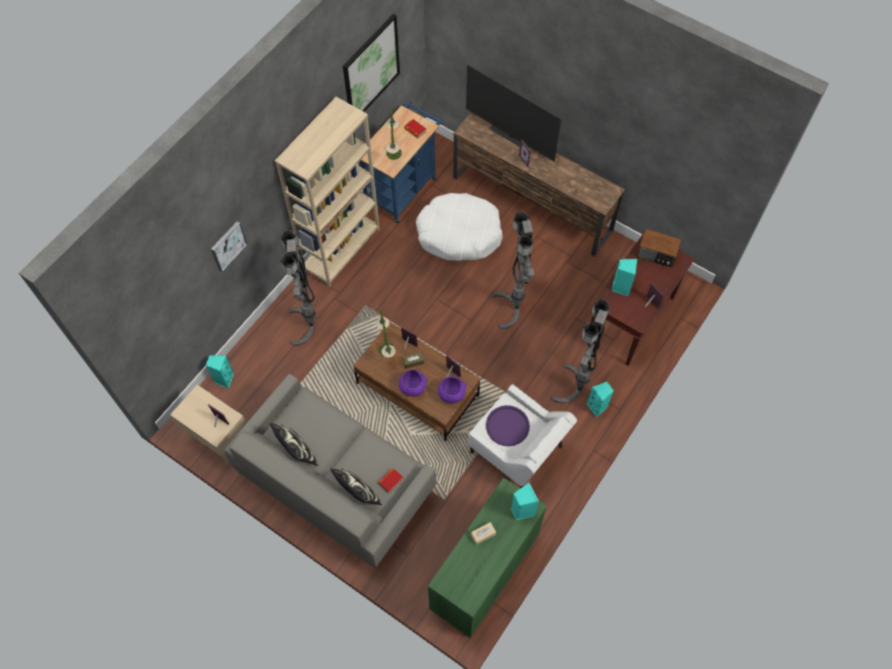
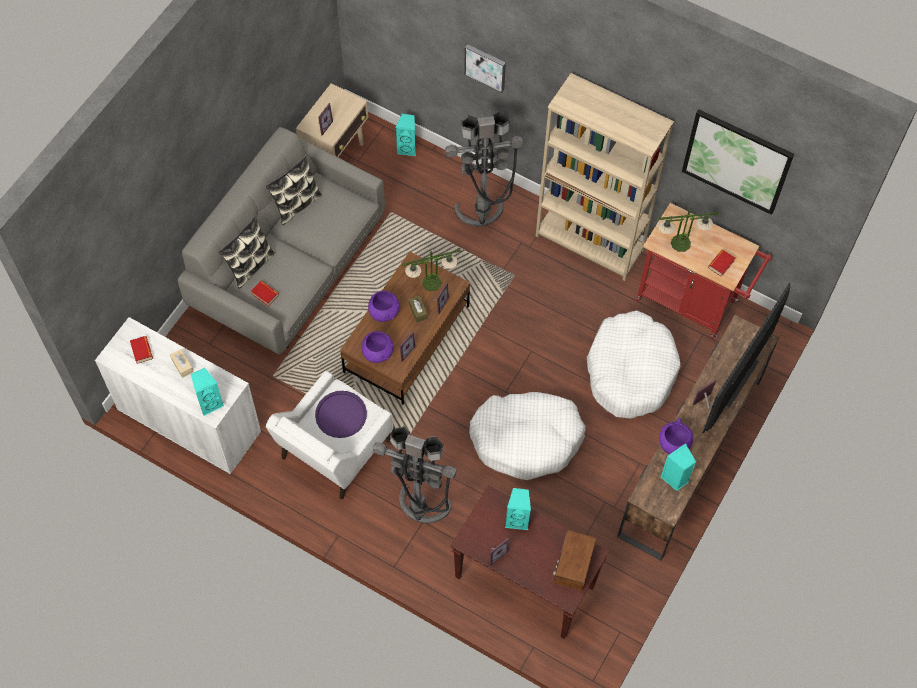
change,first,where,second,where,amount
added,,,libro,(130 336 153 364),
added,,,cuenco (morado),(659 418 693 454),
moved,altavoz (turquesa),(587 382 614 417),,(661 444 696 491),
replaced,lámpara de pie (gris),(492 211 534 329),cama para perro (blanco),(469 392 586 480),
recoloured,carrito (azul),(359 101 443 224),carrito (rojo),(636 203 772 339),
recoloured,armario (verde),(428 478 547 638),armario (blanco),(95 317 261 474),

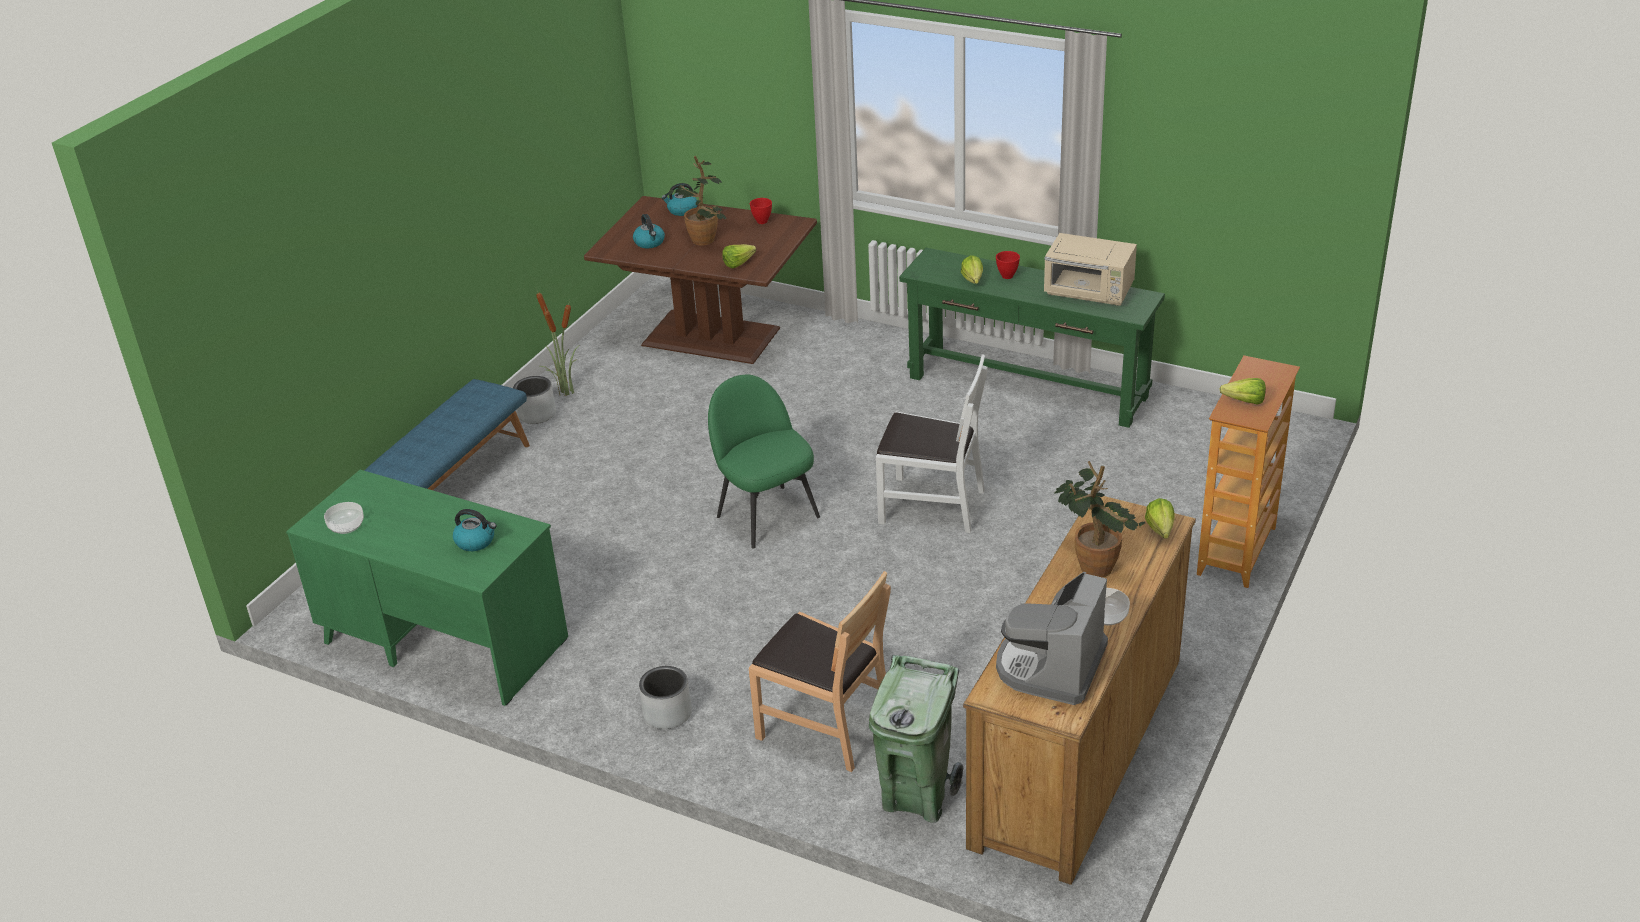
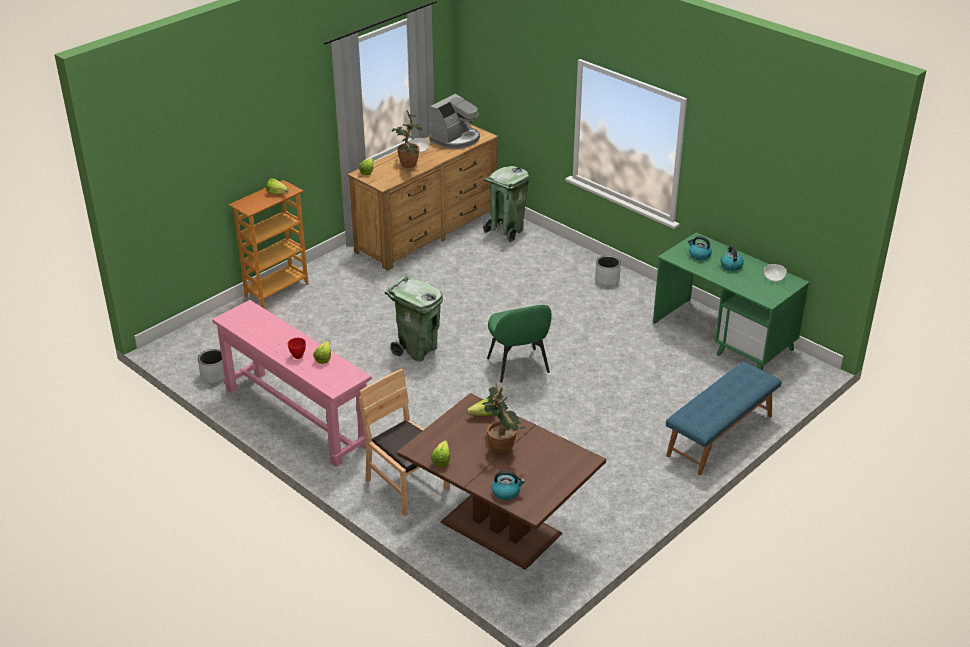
change,first,where,second,where,amount
removed,planta en maceta,(536 288 579 396),,,
removed,microondas (beis),(1044 233 1137 306),,,
moved,maceta (gris),(513 376 556 424),,(198 349 225 384),
moved,hervidor,(633 214 665 248),,(720 246 744 271),
moved,silla (marrón),(749 571 891 772),,(359 369 450 516),
replaced,cuenco (rojo),(750 198 772 224),lechuga,(431 440 450 467),
replaced,silla (blanco),(876 354 988 533),papelera (verde),(385 276 443 362),
recoloured,mesa consola (verde),(899 248 1165 428),mesa consola (rosa),(212 300 372 467),

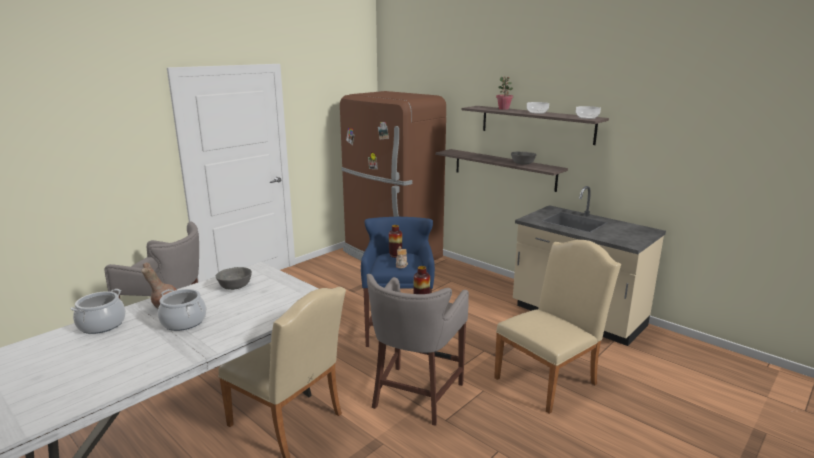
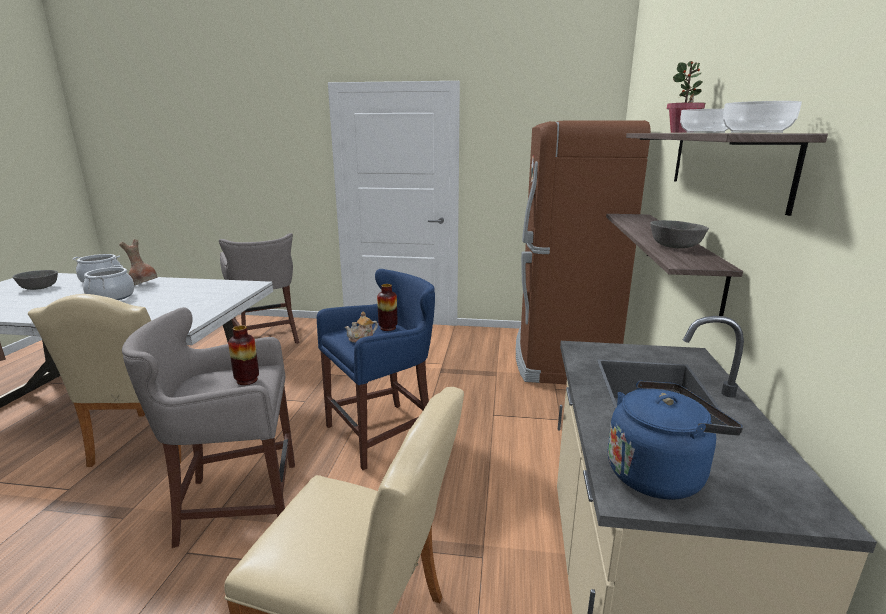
change,first,where,second,where,amount
added,,,hervidor (azul),(608 380 743 500),
moved,cuenco (gris),(216 267 252 290),,(12 270 58 290),

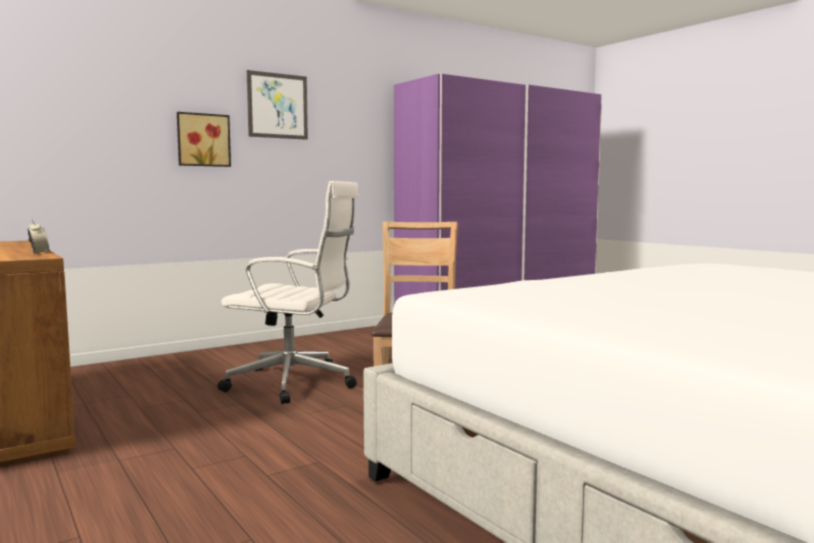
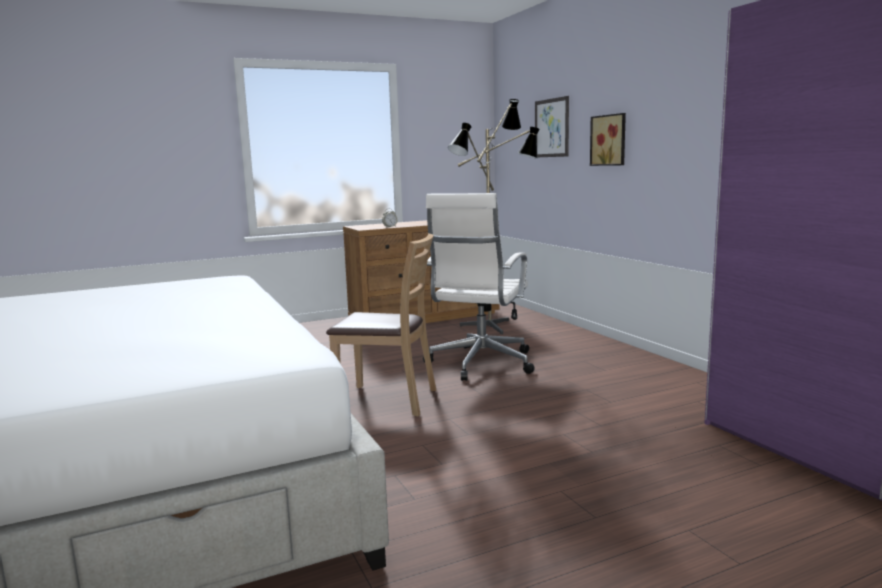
change,first,where,second,where,amount
added,,,lámpara de pie,(448 99 540 334),
moved,cuadro,(247 70 308 140),,(535 96 569 157),

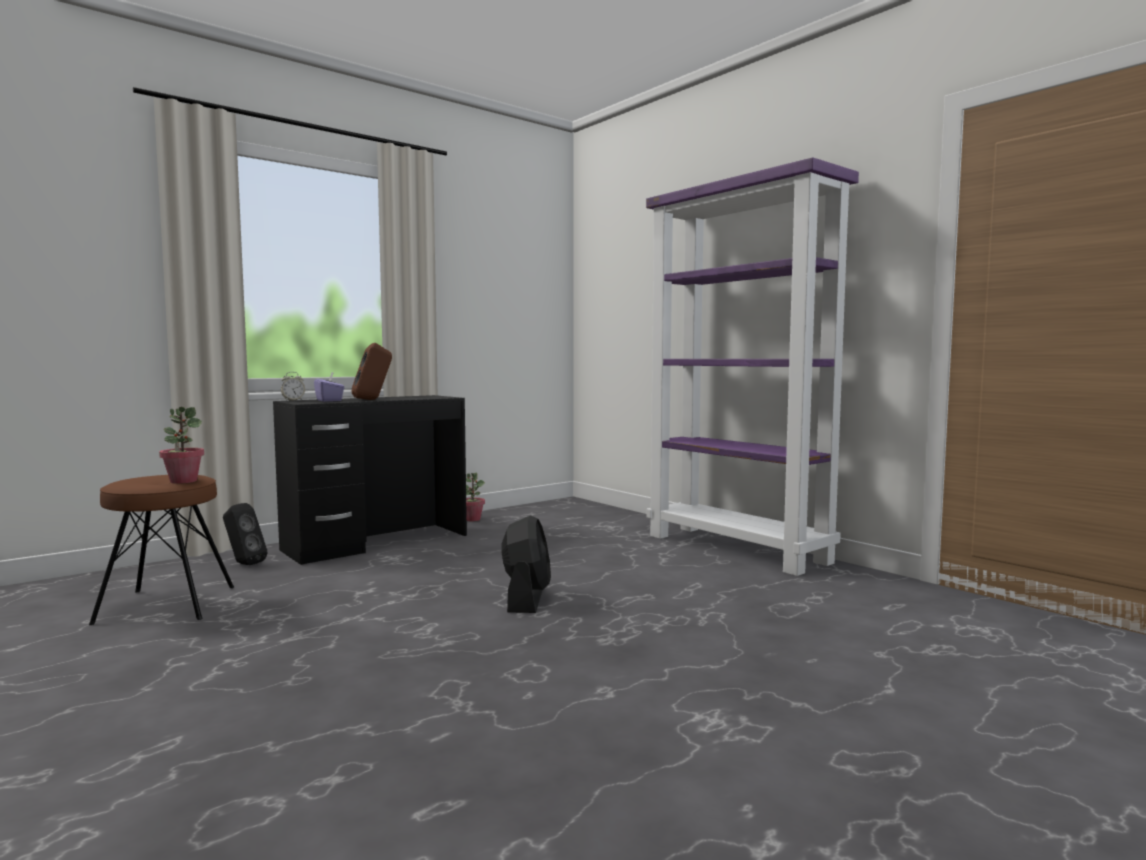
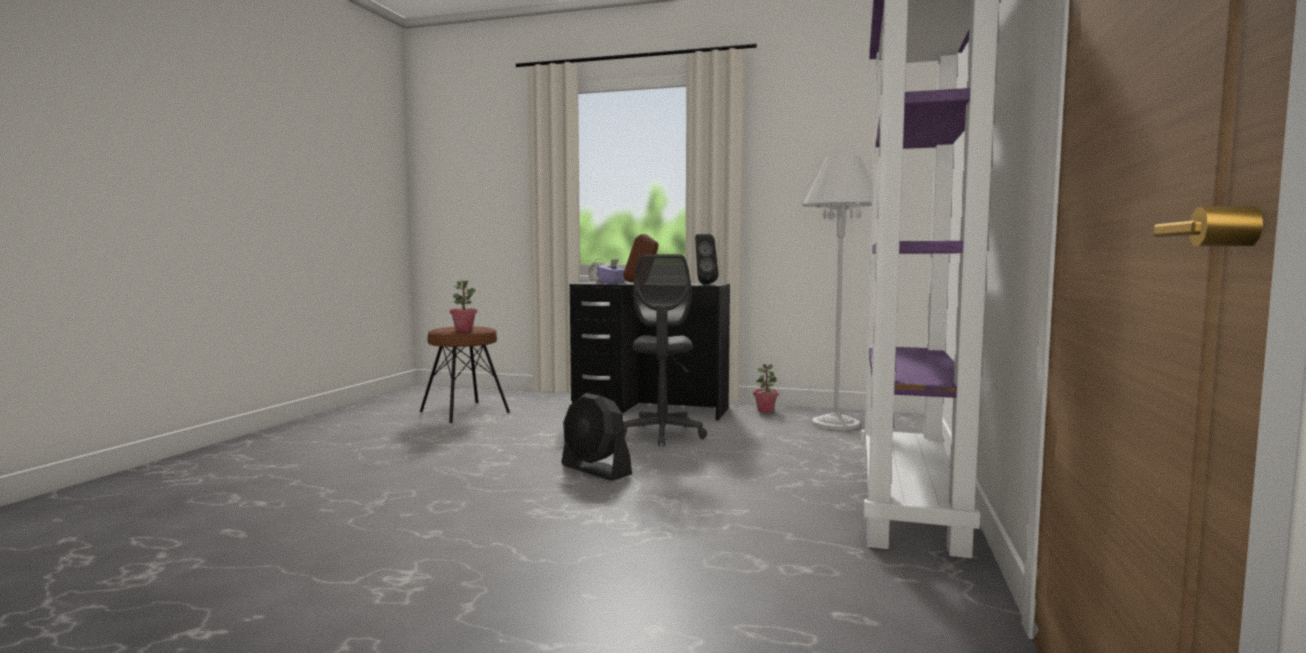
change,first,where,second,where,amount
added,,,silla de oficina (gris),(624 254 707 446),
added,,,lámpara de pie (blanco),(802 156 872 430),
moved,altavoz (negro),(223 503 268 565),,(695 234 718 285),
turned,ventilador (negro),(501 515 551 613),,(561 393 632 481),75 degrees clockwise

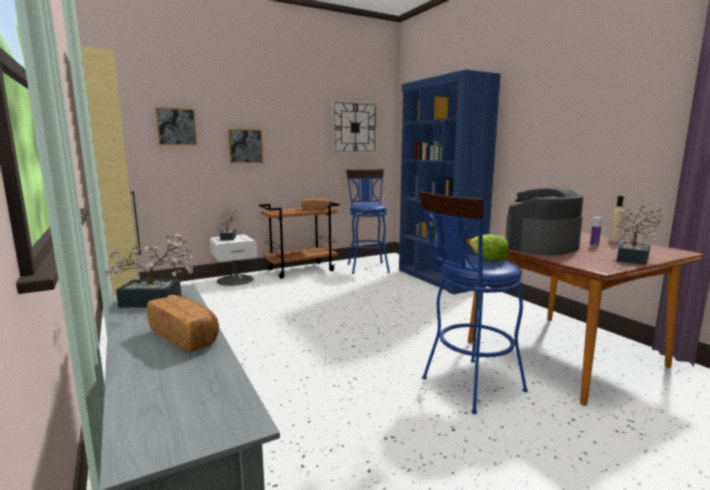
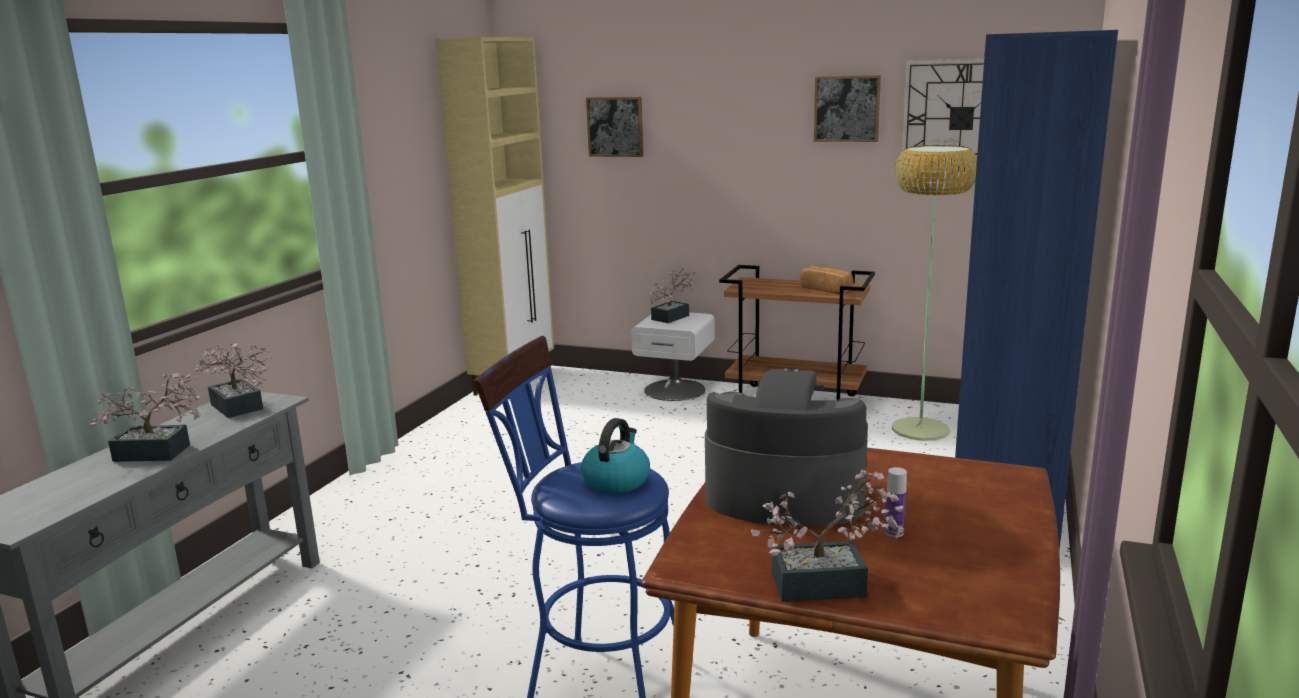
change,first,where,second,where,amount
removed,botella (beis),(609 196 624 242),,,
moved,cuadro,(228 129 263 163),,(814 75 881 142),
replaced,pan,(147 295 219 353),planta en maceta,(89 373 201 462),
replaced,taburete (azul),(346 169 390 274),lámpara de pie,(892 145 977 441),
replaced,lechuga,(469 234 509 261),hervidor,(581 418 650 493),

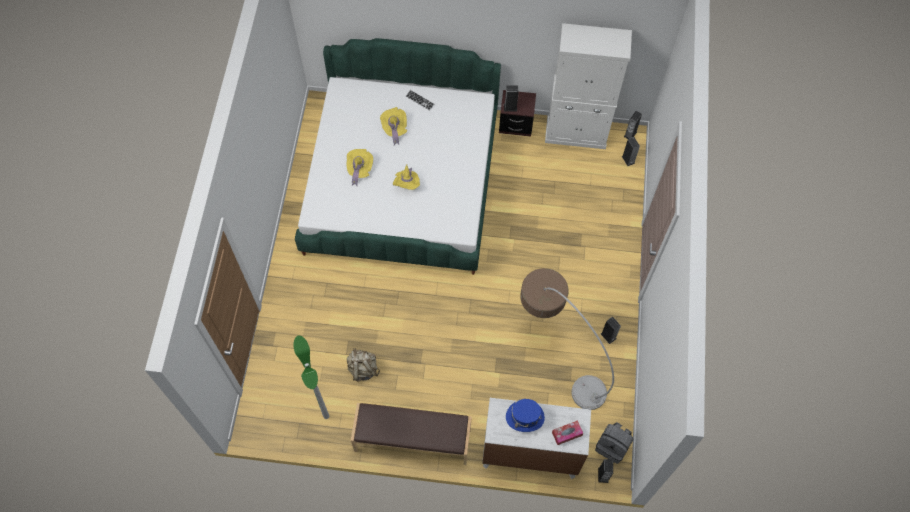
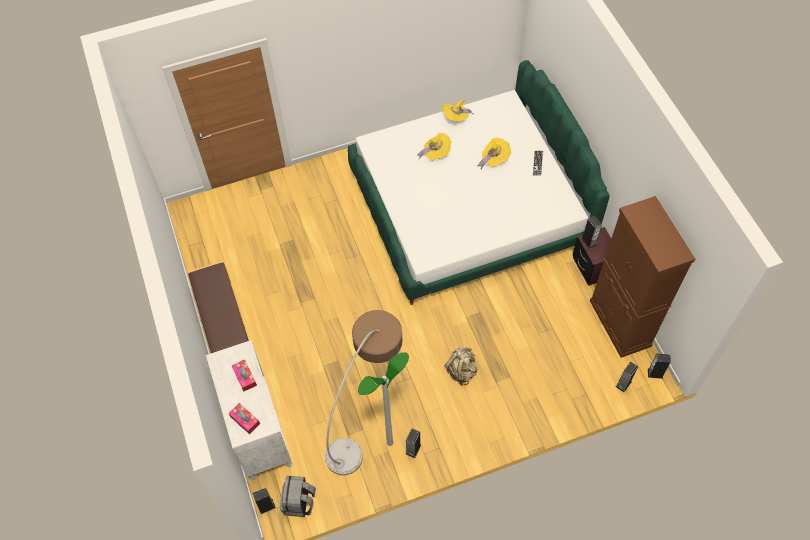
change,first,where,second,where,amount
moved,lámpara de pie,(294 335 329 419),,(358 352 409 446),
moved,mochila (beis),(347 348 380 382),,(444 347 478 385),
moved,sombrero (amarillo),(393 165 420 190),,(442 100 474 122),
replaced,sombrero (azul),(506 399 545 432),caja de pañuelos,(232 359 257 392),
recoloured,armario (blanco),(545 23 632 149),armario (marrón),(590 196 695 358),

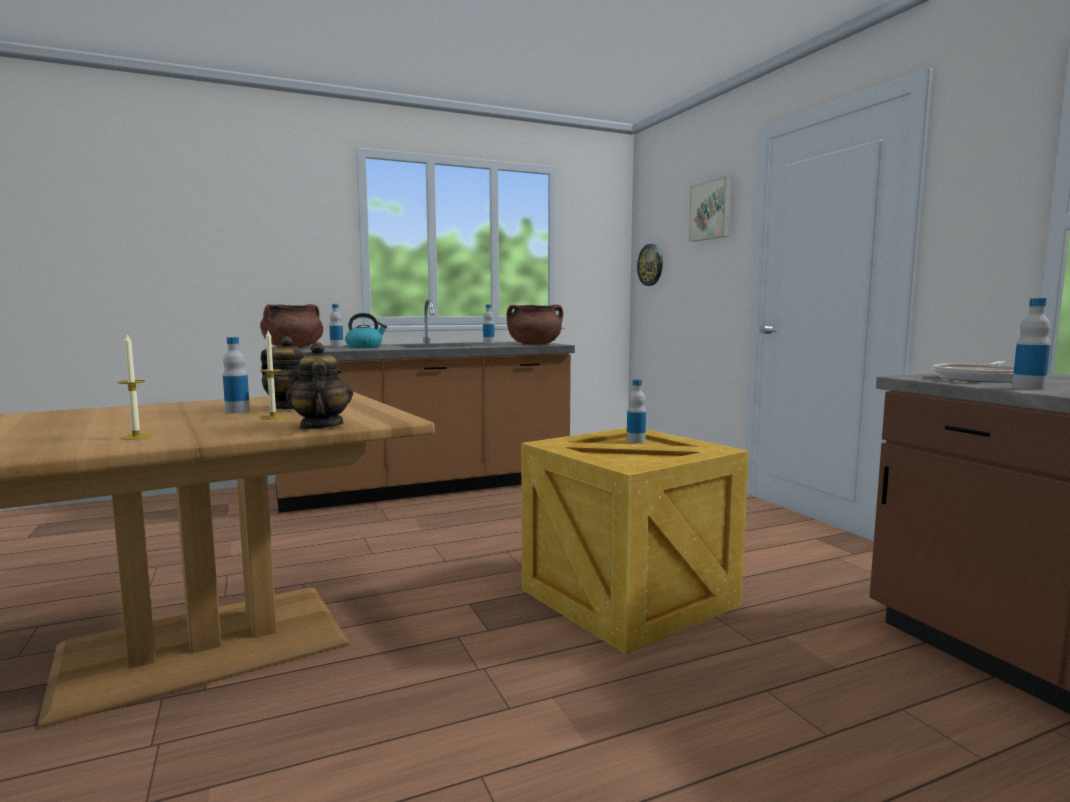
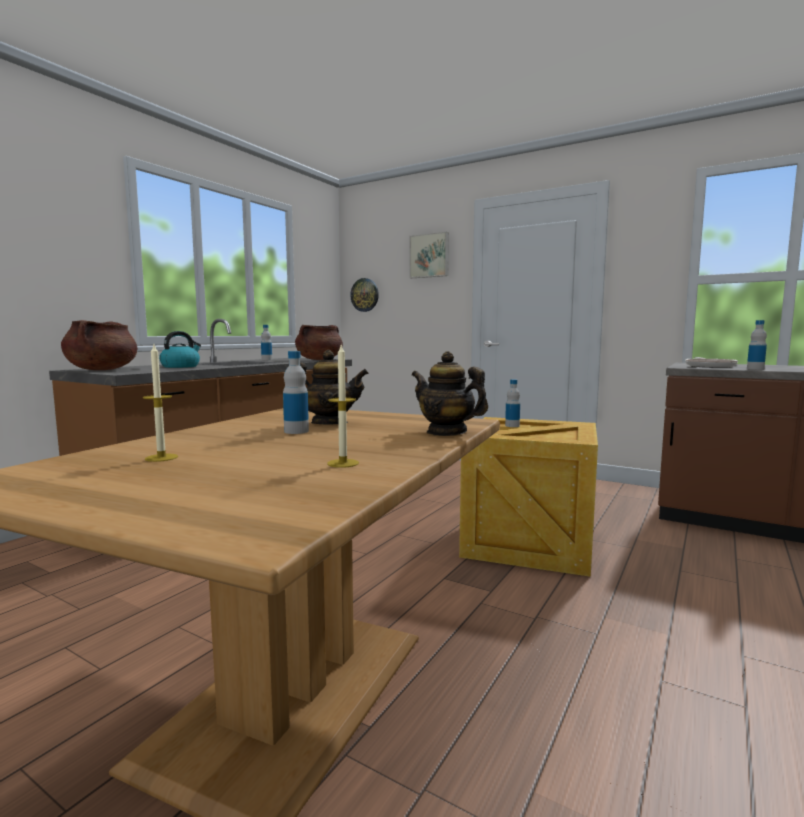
change,first,where,second,where,amount
removed,botella,(329 304 344 347),,,
moved,vela,(260 331 285 419),,(143 345 178 462),

